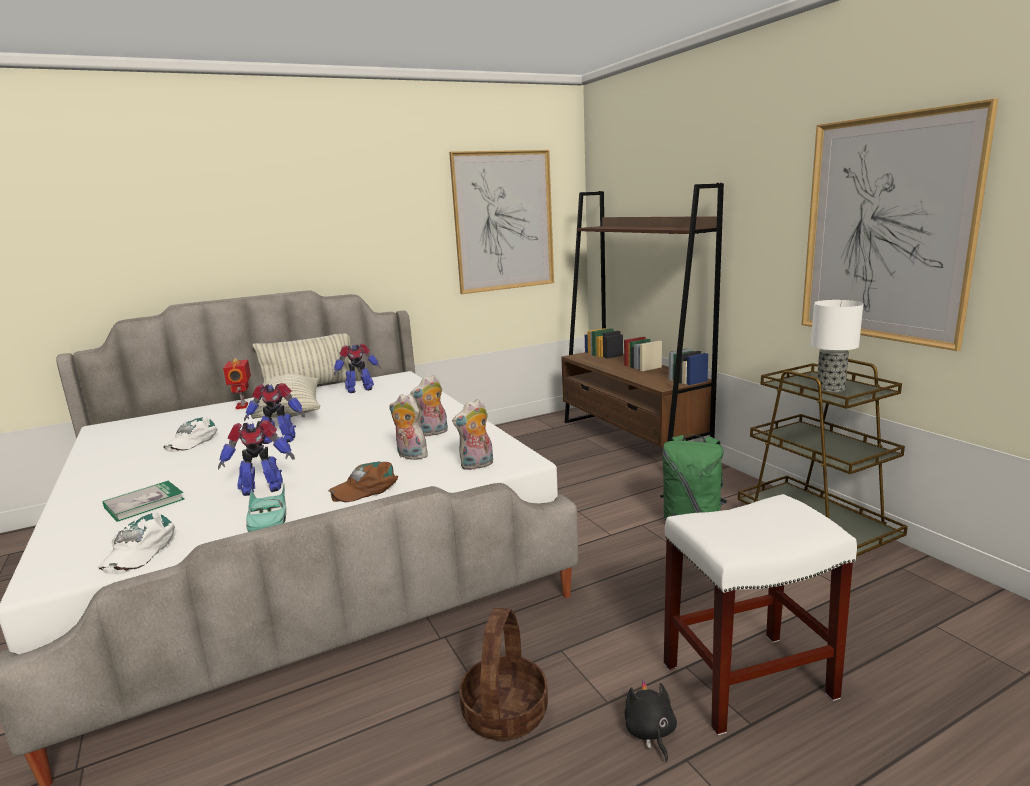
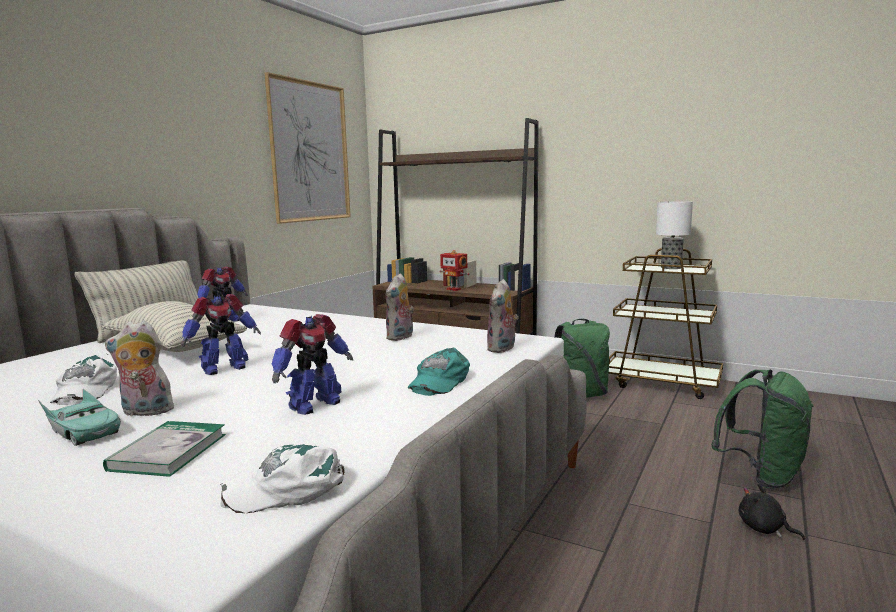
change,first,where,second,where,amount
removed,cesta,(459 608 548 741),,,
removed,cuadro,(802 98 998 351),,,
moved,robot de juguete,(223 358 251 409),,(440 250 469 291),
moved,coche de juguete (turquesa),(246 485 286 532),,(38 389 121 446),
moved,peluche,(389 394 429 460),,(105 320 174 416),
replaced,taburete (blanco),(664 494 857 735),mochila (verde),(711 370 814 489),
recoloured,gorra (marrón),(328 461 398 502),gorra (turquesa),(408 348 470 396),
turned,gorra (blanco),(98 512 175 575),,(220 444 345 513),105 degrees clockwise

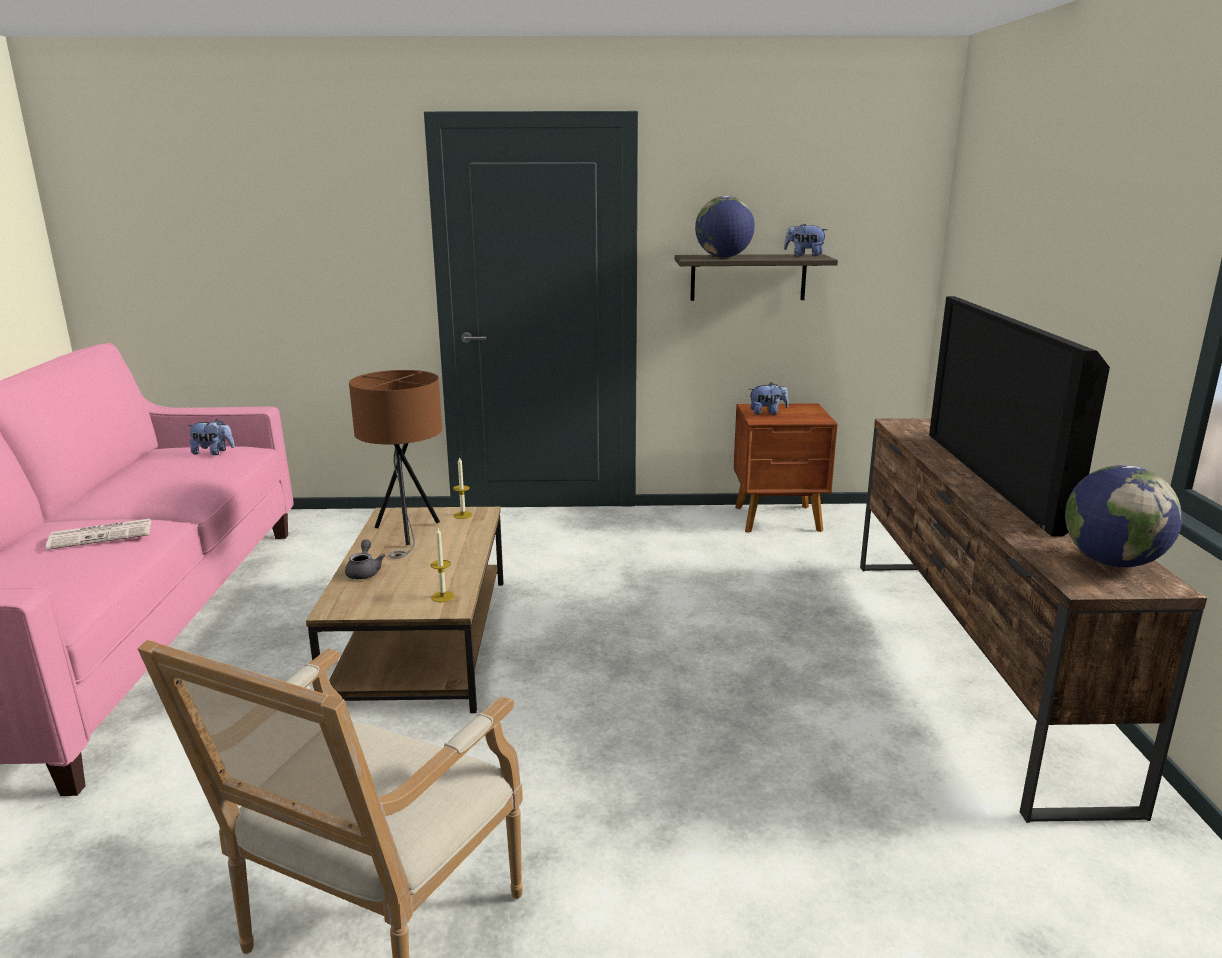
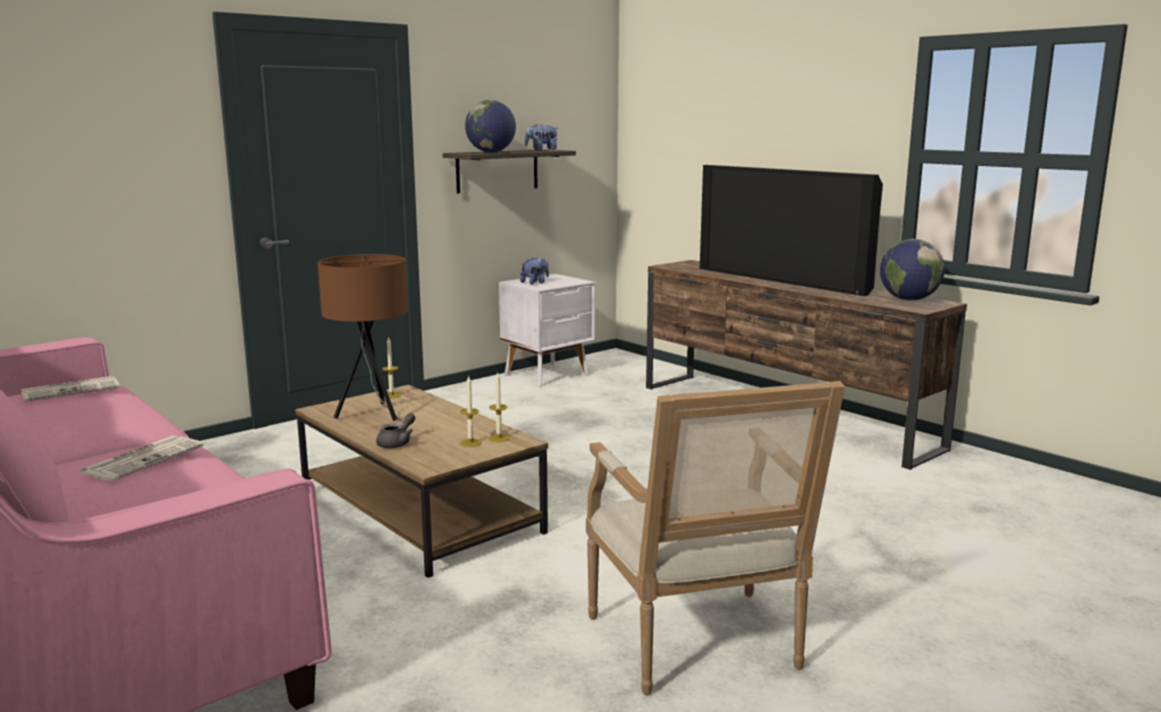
change,first,where,second,where,amount
added,,,vela,(460 376 482 447),
replaced,peluche,(187 419 235 455),periódico,(21 376 120 402),
recoloured,mesita de noche (marrón),(734 403 838 533),mesita de noche (blanco),(499 274 596 387),
turned,tetera (gris),(345 539 385 579),,(376 413 415 448),75 degrees clockwise

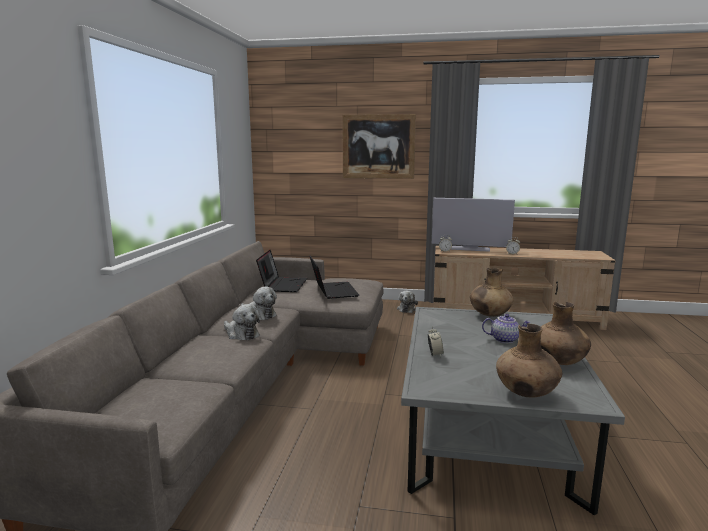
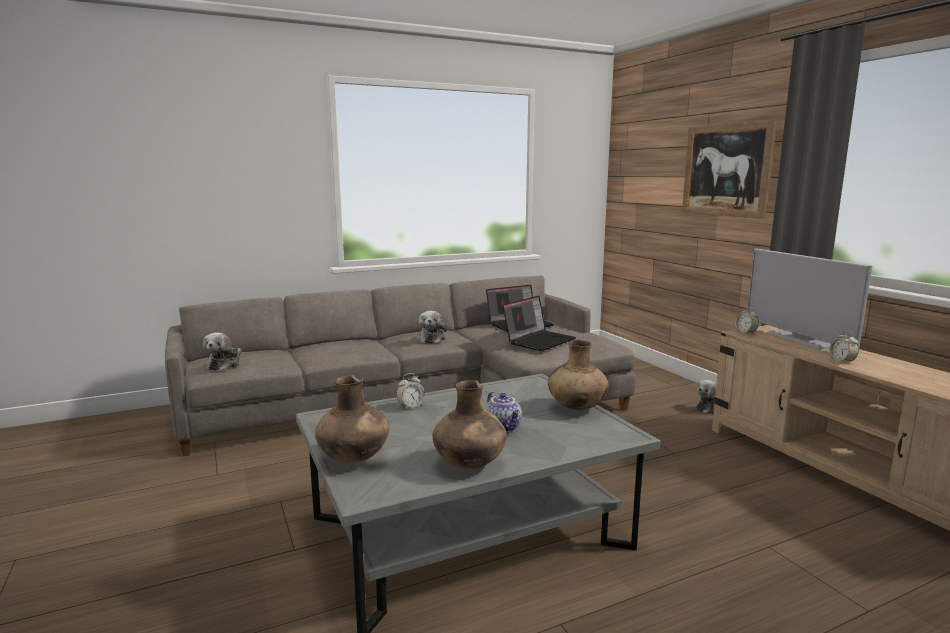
change,first,where,second,where,amount
moved,peluche,(224 304 260 340),,(203 332 241 371),

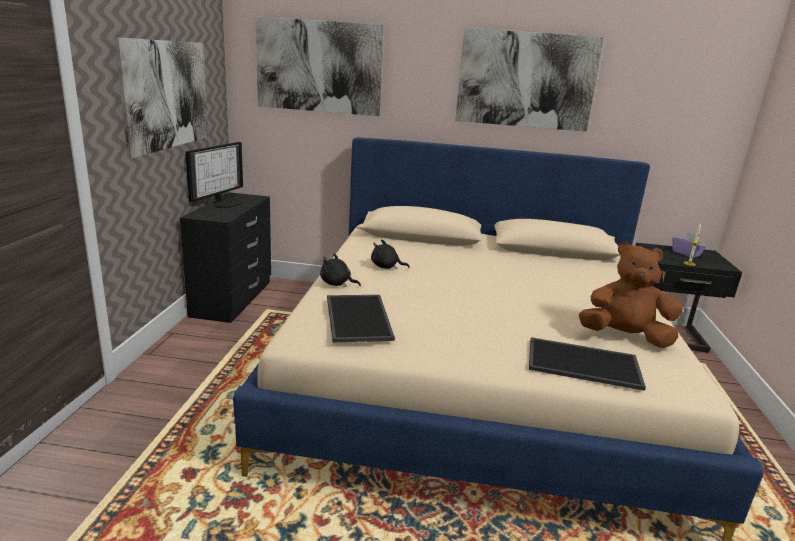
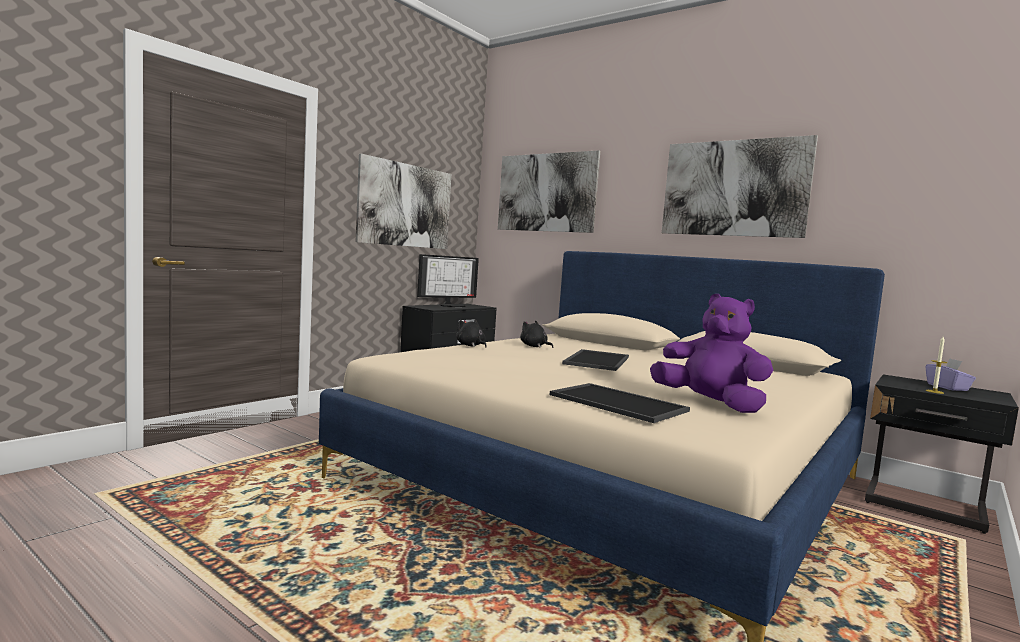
change,first,where,second,where,amount
moved,bandeja,(327 295 395 342),,(562 349 629 371),
recoloured,peluche (marrón),(579 242 682 348),peluche (morado),(650 294 773 413),

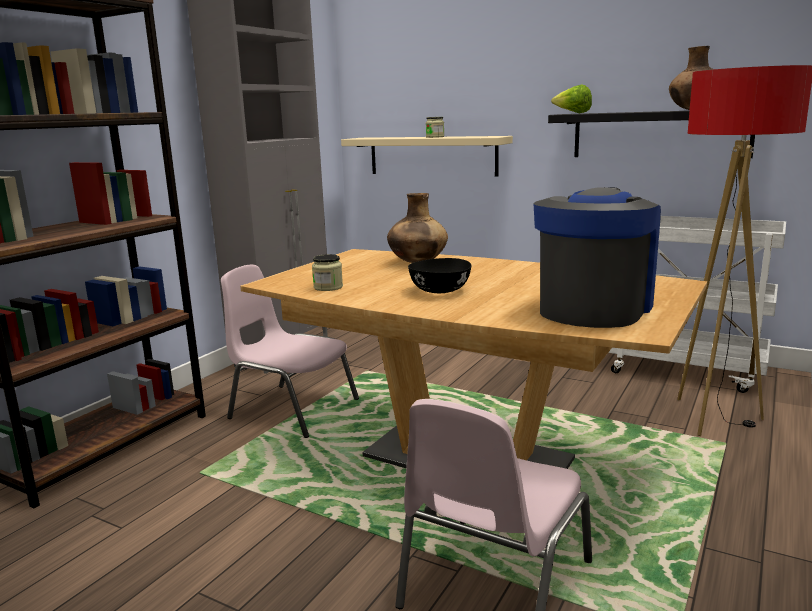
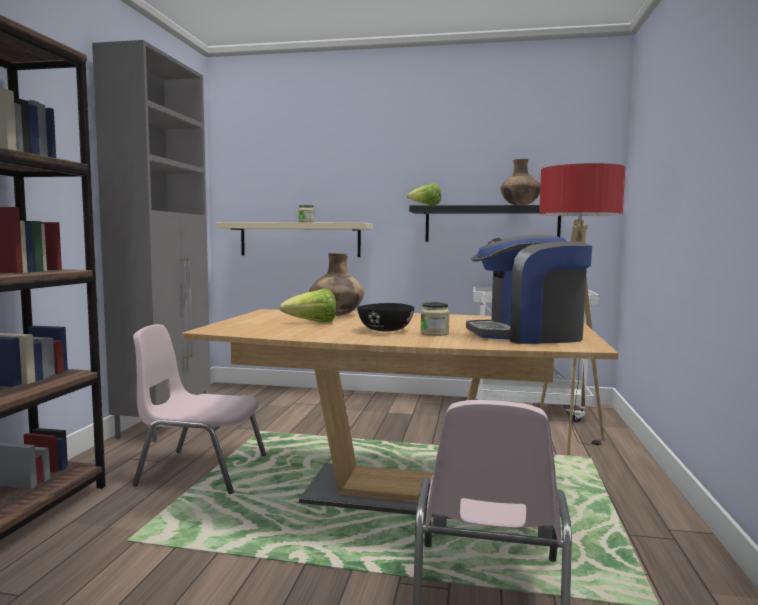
change,first,where,second,where,amount
added,,,lechuga,(279 289 336 323),
moved,tarro,(312 254 343 291),,(420 302 450 336),
turned,cafetera,(534 187 661 328),,(466 235 592 344),105 degrees counterclockwise

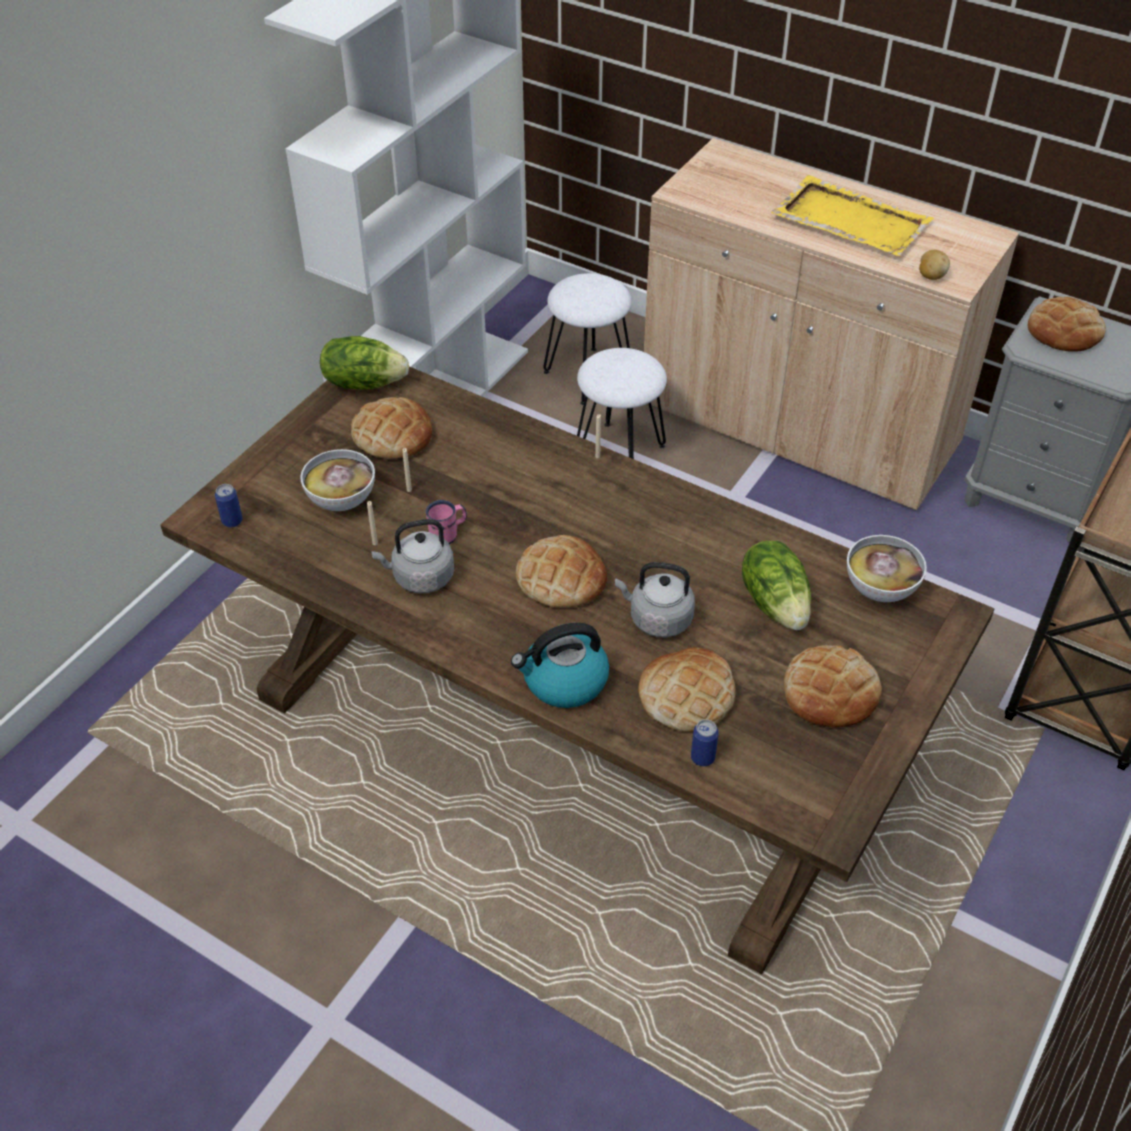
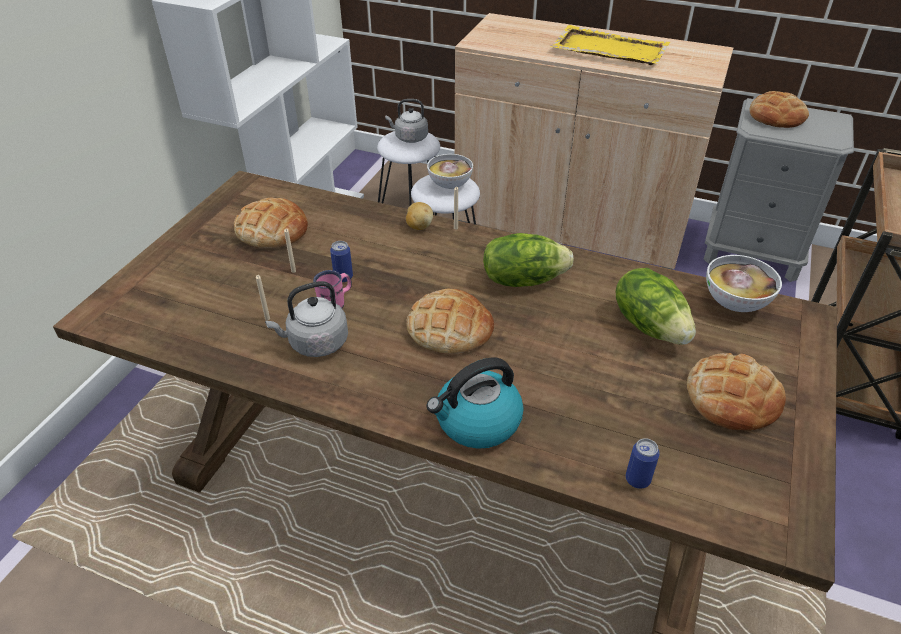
change,first,where,second,where,amount
removed,pan,(638 647 736 732),,,
moved,lata,(215 484 243 528),,(330 241 353 282),
moved,cuenco,(300 449 375 511),,(427 154 473 189),
moved,lechuga,(320 336 409 390),,(483 233 574 287),
moved,hervidor (gris),(615 562 695 638),,(385 99 428 143),
moved,patata,(919 250 950 280),,(406 202 433 230),

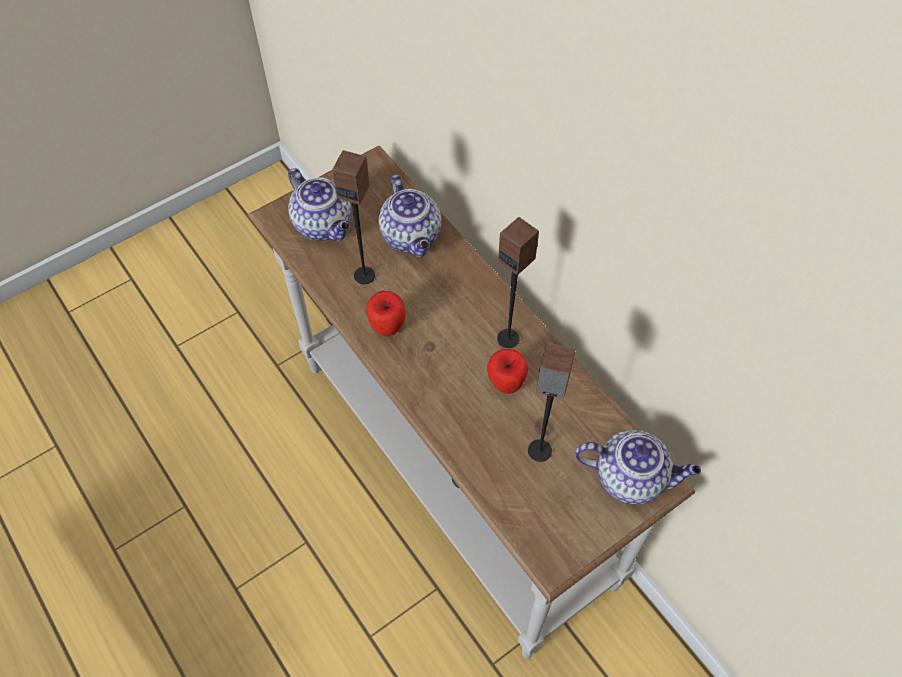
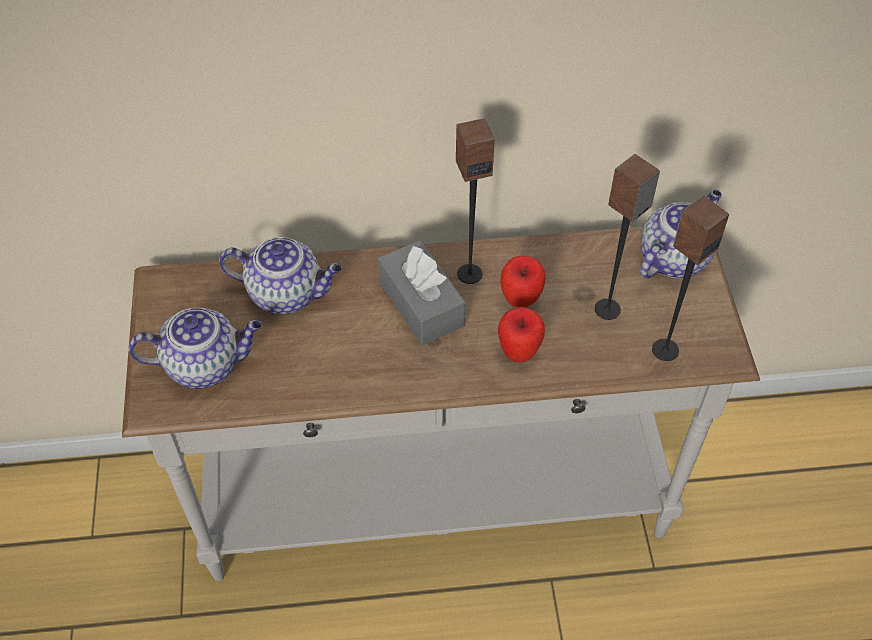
change,first,where,second,where,amount
added,,,caja de pañuelos (gris),(378 240 465 345),
moved,altavoz,(332 150 375 284),,(652 196 729 361),
moved,manzana,(367 291 406 336),,(498 307 545 362),

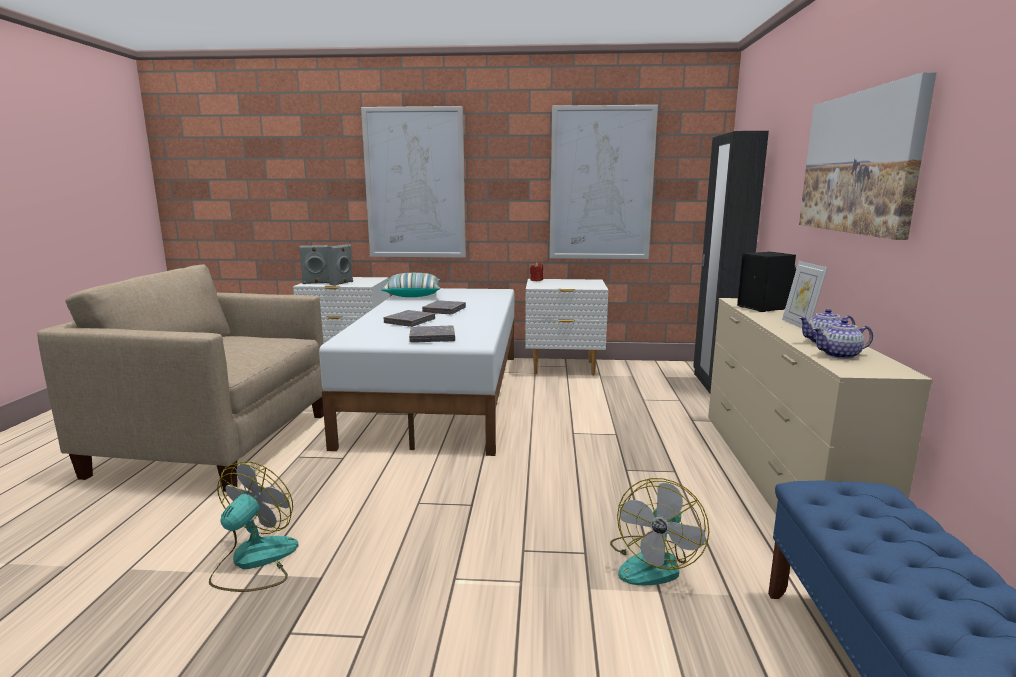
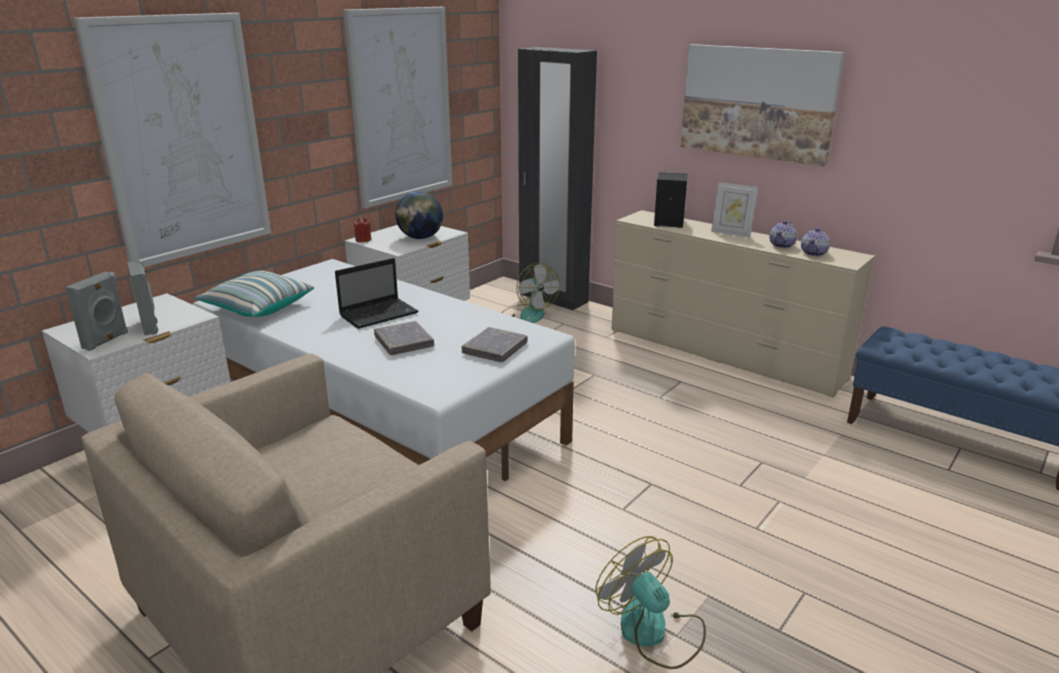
change,first,where,second,where,amount
added,,,globo terráqueo,(395 191 443 239),
moved,ventilador,(610 478 709 585),,(502 263 560 323),
replaced,libro (gris),(422 300 466 314),portátil,(335 258 418 329),

